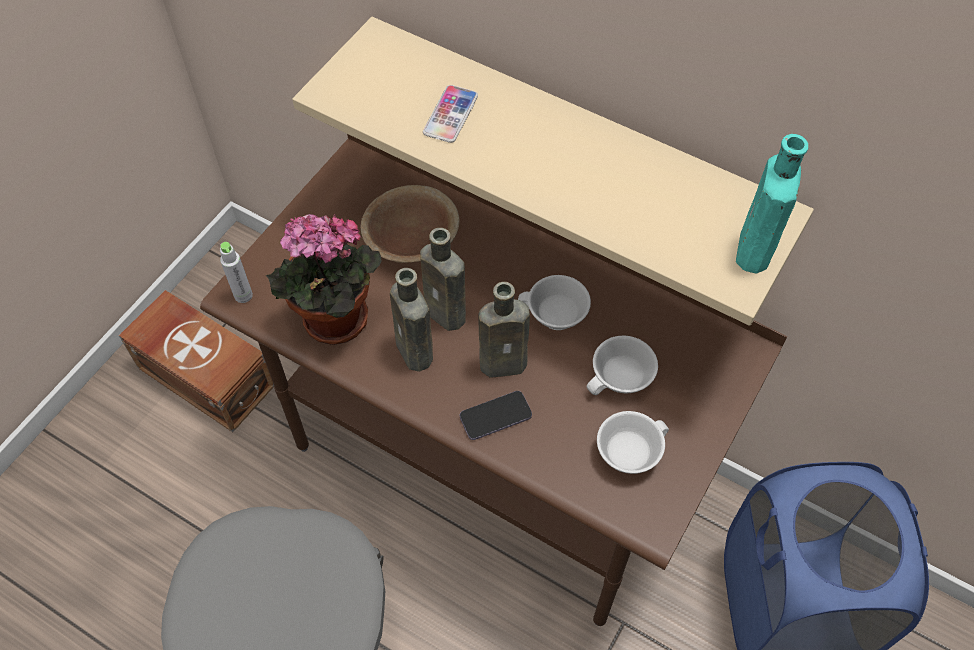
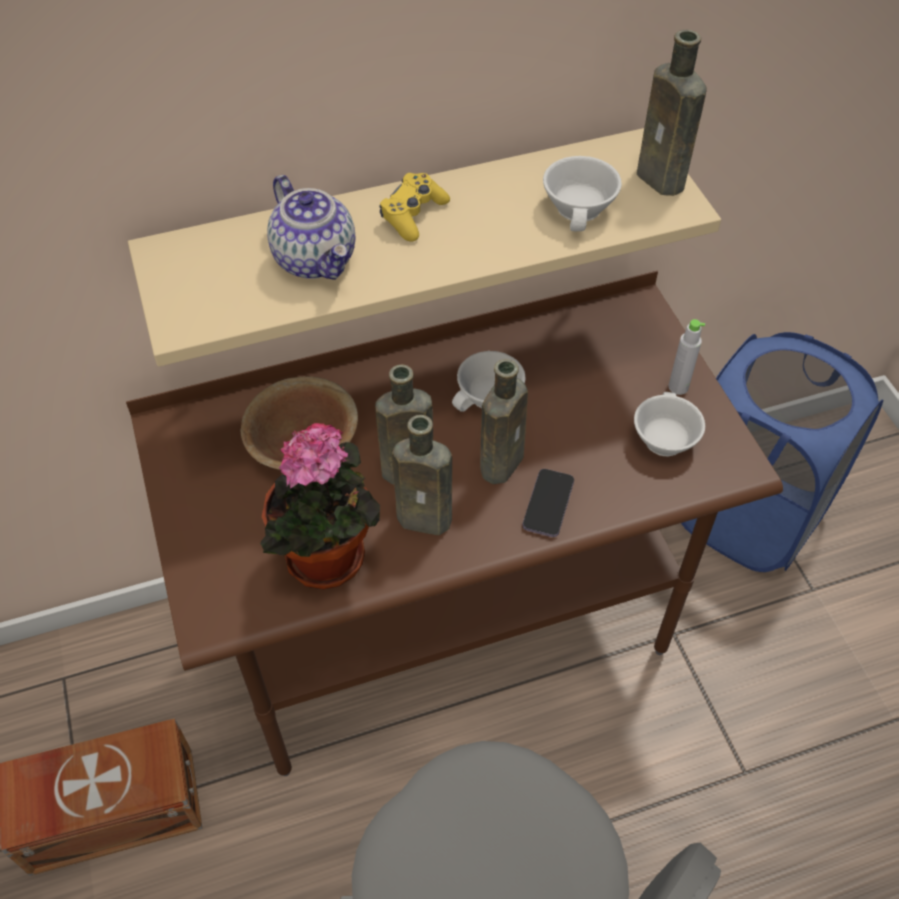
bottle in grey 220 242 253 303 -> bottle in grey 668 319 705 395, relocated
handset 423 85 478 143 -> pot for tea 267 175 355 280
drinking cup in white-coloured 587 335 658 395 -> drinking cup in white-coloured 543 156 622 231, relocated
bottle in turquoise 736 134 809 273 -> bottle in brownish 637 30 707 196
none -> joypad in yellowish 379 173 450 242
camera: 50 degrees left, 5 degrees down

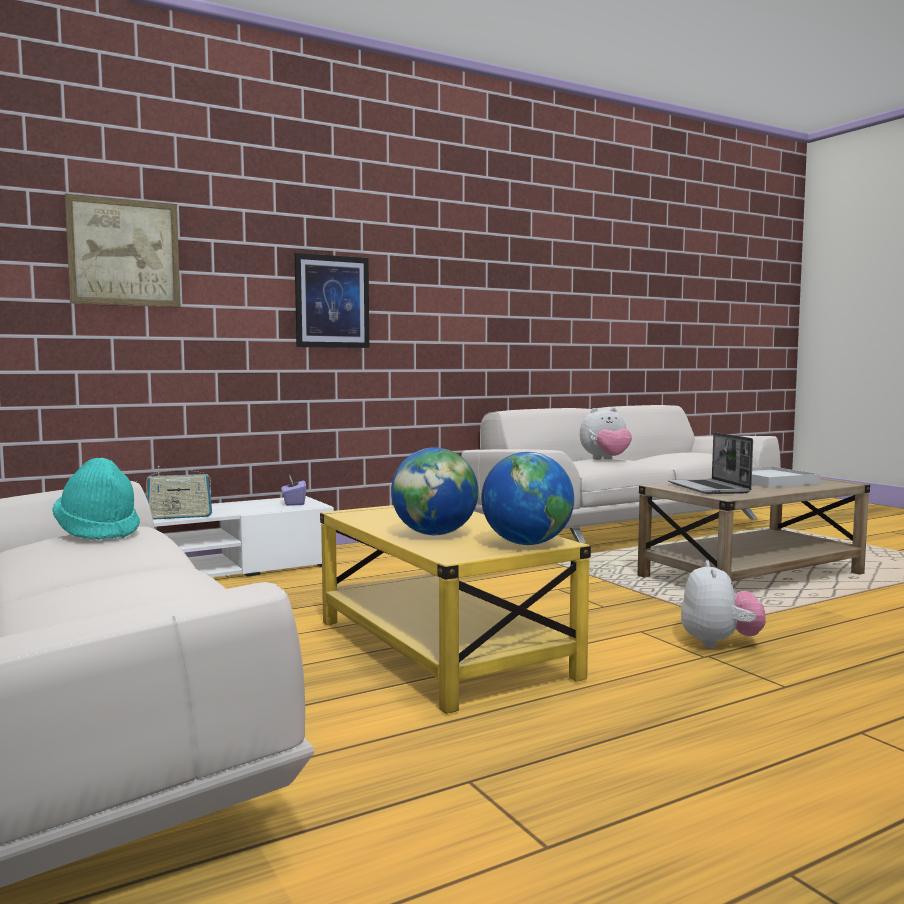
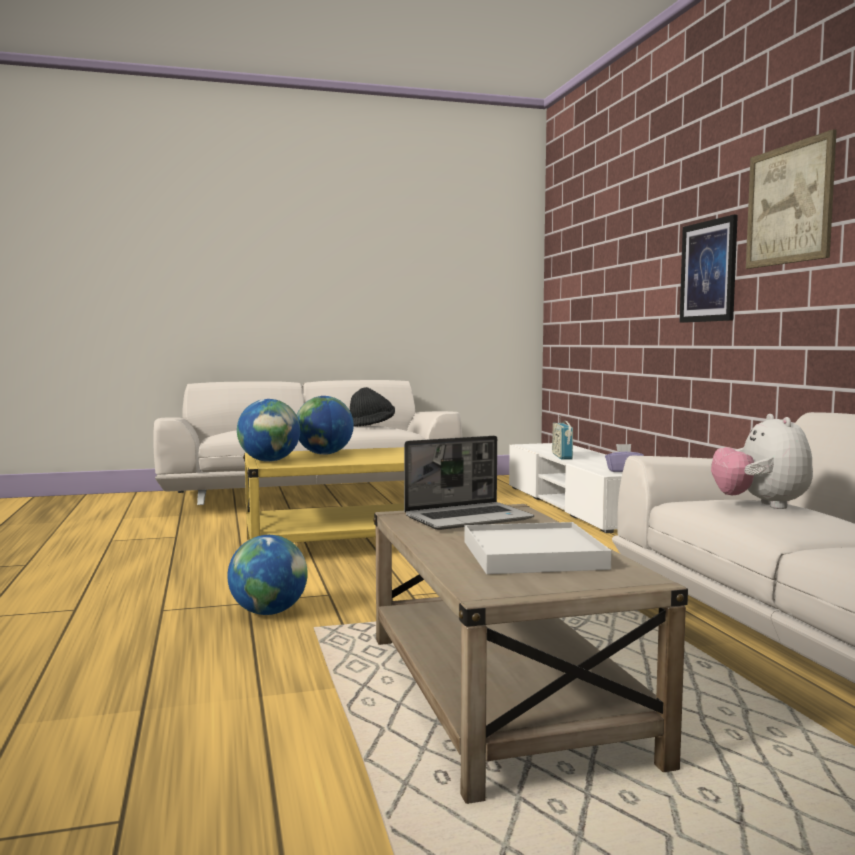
hat in turquoise 52 458 140 540 -> hat in black 350 387 395 427
wall picture 65 194 180 307 -> wall picture 746 129 837 269, relocated
portable computer 668 432 753 494 -> portable computer 404 436 534 530, 150 degrees clockwise
plush toy 681 560 766 648 -> globe 227 535 308 615
camera: 105 degrees right, 0 degrees up

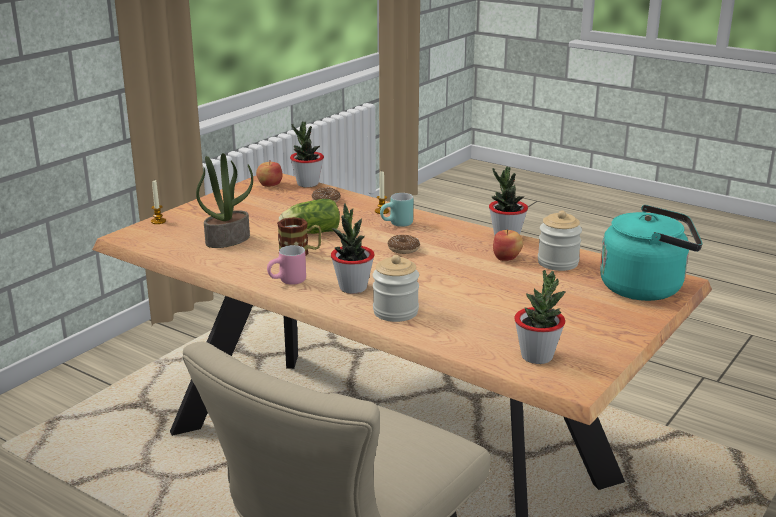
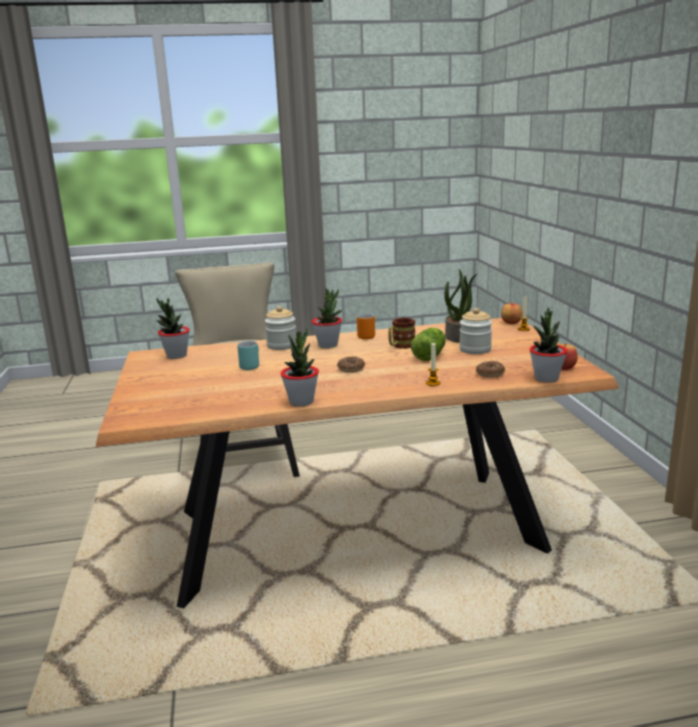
tea mug in pink-coloured 267 245 306 285 -> tea mug in orange 357 313 375 339
tea mug in turquoise 380 193 413 227 -> tea mug in turquoise 237 341 259 370, relocated
whole apple 493 229 523 261 -> whole apple 501 301 523 324, relocated
storage jar 538 210 582 271 -> storage jar 459 308 492 354, relocated
water kettle in turquoise 600 205 703 301 -> none
camera: 135 degrees right, 5 degrees down

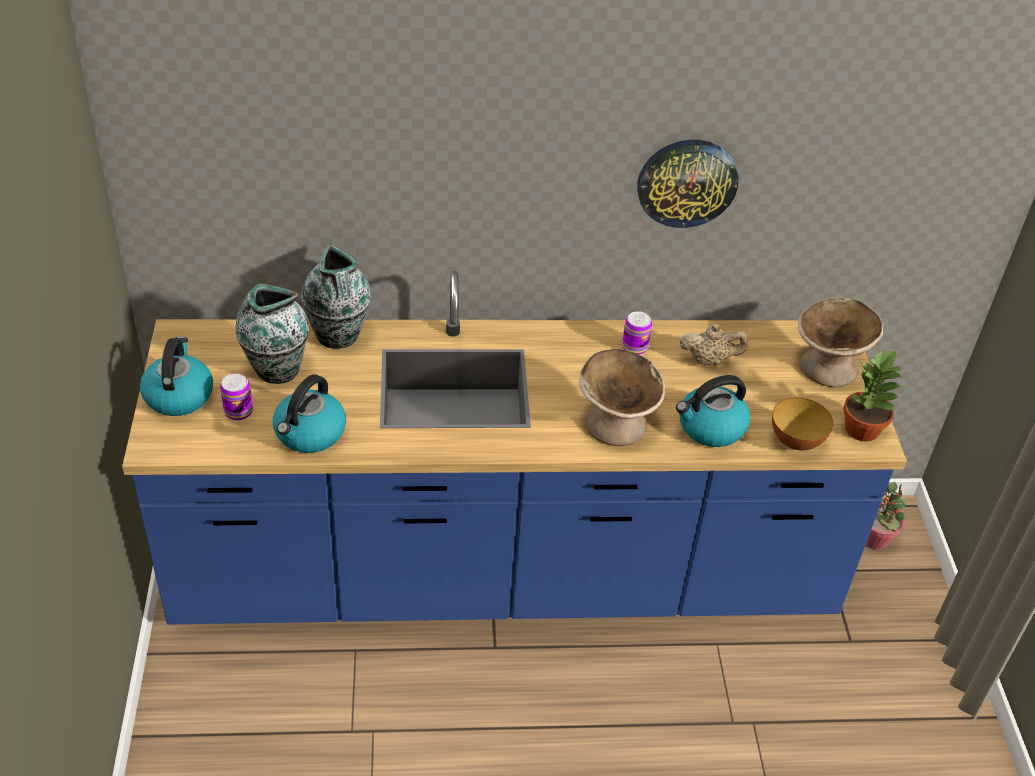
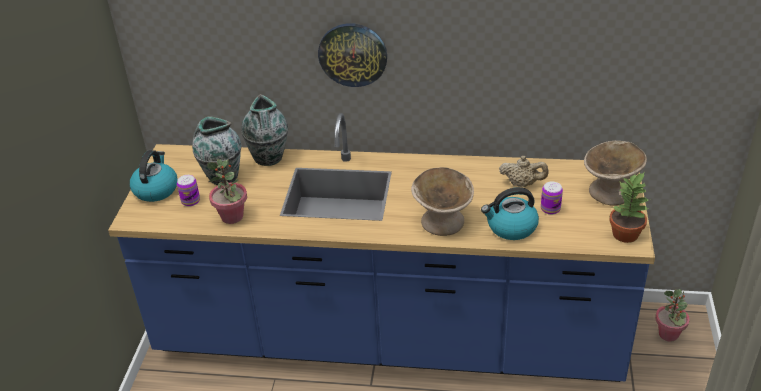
water kettle 273 375 346 453 -> potted plant 207 159 247 224
sealed can 622 311 652 355 -> sealed can 541 181 563 215, relocated
clock on the wall 637 140 739 228 -> clock on the wall 318 23 387 87, relocated
serving bowl 772 398 833 451 -> none
camera: 15 degrees right, 5 degrees down

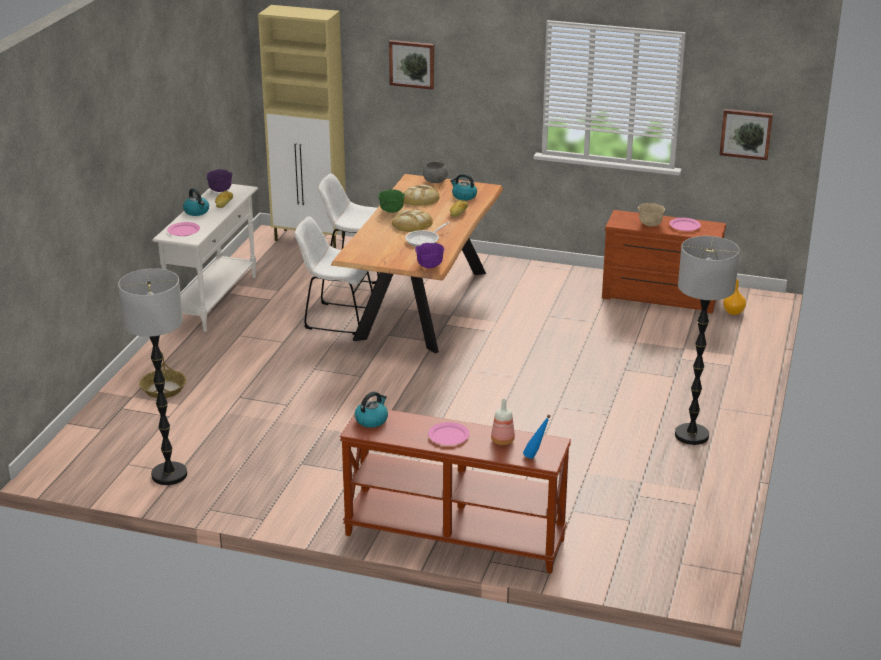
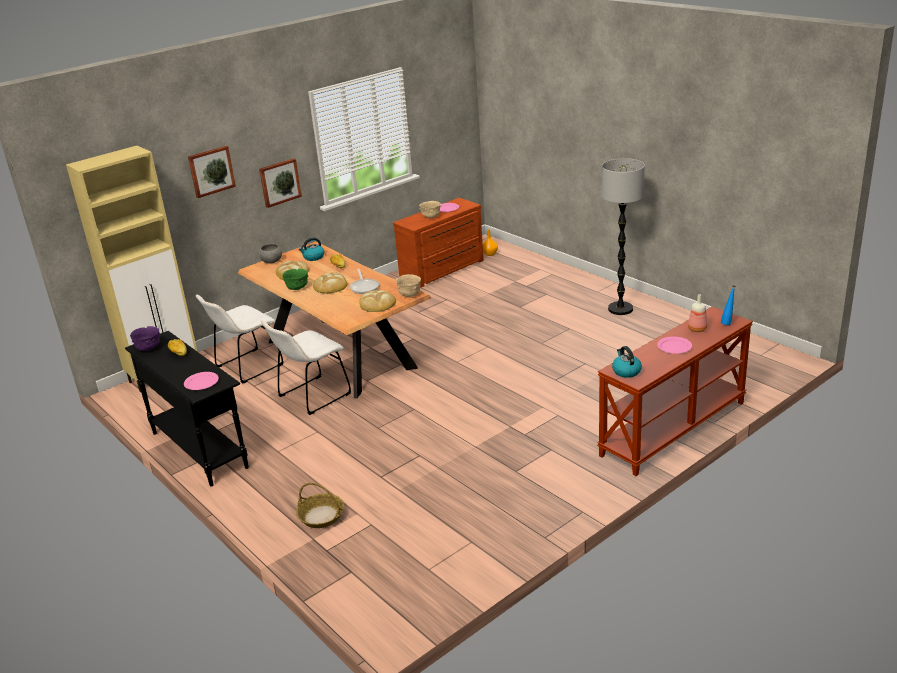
standing lamp 118 268 187 485 -> none
hall table in white-coloured 152 184 258 332 -> hall table in black 125 331 249 487
water kettle 183 188 209 216 -> none
serving bowl in purplish 415 243 444 268 -> serving bowl in beige-coloured 396 274 421 297
wall picture 719 109 773 160 -> wall picture 259 158 302 208, relocated
none -> baked bread 359 290 396 312
camera: 55 degrees left, 0 degrees up

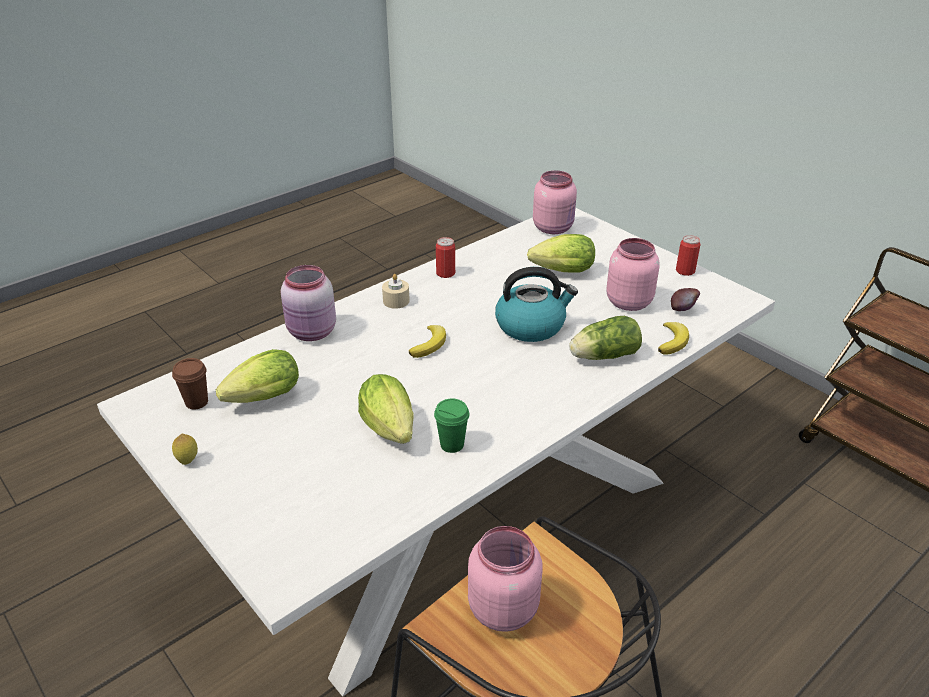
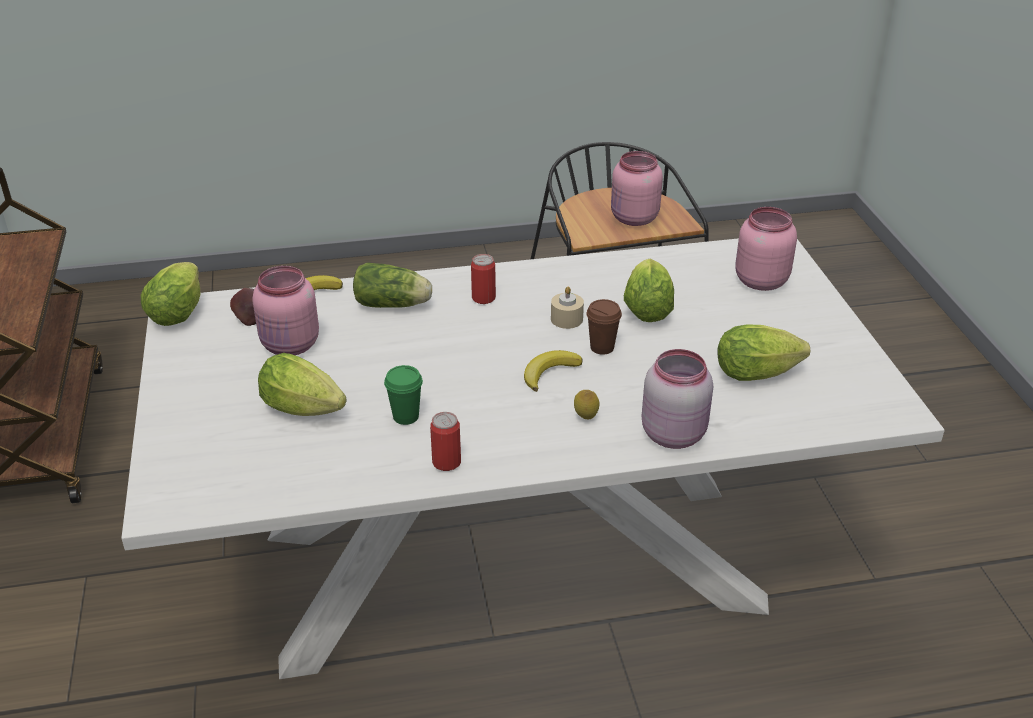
drinking cup in brownish 172 358 208 409 -> drinking cup in brownish 586 299 622 355, relocated
citrus fruit 172 434 198 465 -> citrus fruit 574 390 600 419, relocated
candle in beige-coloured 382 274 410 309 -> candle in beige-coloured 551 286 584 329, relocated
drinking cup in green-coloured 434 399 470 453 -> drinking cup in green-coloured 384 365 423 425, relocated
water kettle 495 267 578 342 -> none
storage jar in pink-coloured 533 170 577 234 -> storage jar in pink-coloured 735 207 797 291, relocated
sealed can 676 235 701 276 -> sealed can 471 254 496 304, relocated
none -> head of lettuce 141 262 200 326
camera: 150 degrees left, 0 degrees up

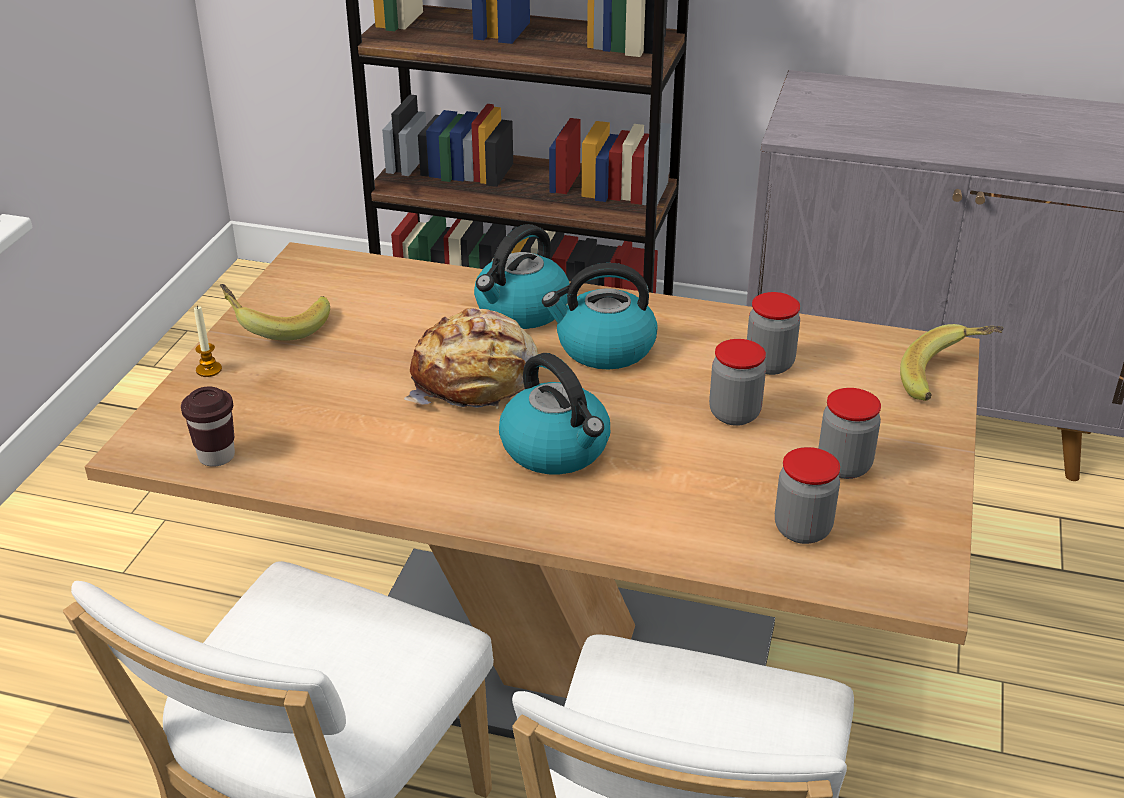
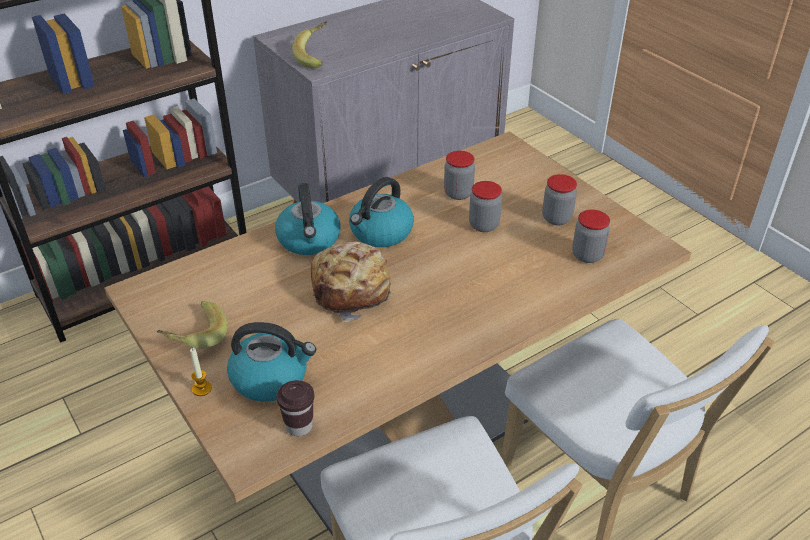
water kettle 499 353 610 474 -> water kettle 227 322 316 402, relocated
whole banana 900 324 1003 401 -> whole banana 292 22 328 68, relocated
camera: 50 degrees left, 5 degrees up

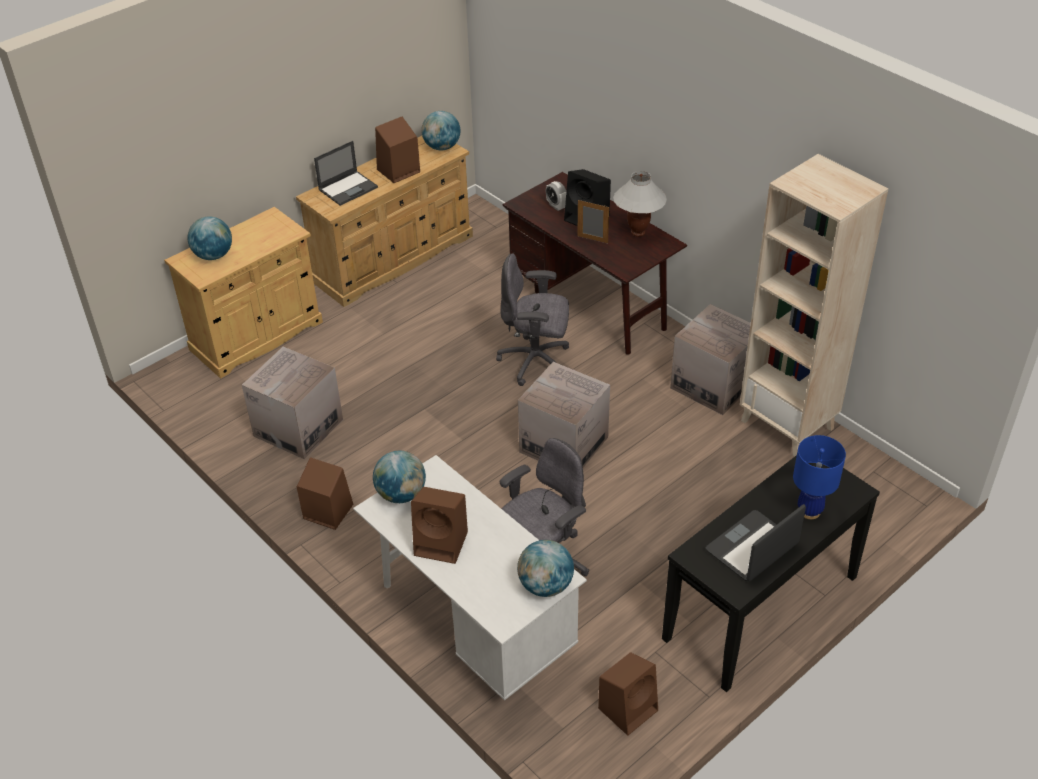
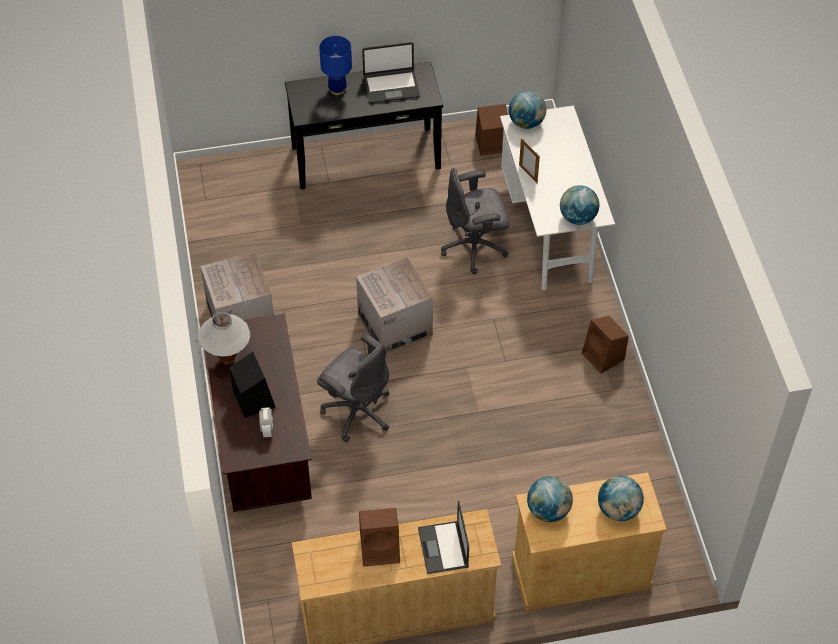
carton 242 347 343 459 -> none
portable computer 314 141 378 206 -> portable computer 418 500 469 574, 90 degrees counterclockwise
speaker in brownish 411 487 468 564 -> none
globe 421 111 460 150 -> globe 527 477 573 522, relocated
standing frame 577 200 609 243 -> standing frame 519 138 540 183, relocated
shelving unit in beige-coloured 740 154 888 457 -> none
camera: 150 degrees left, 10 degrees up

